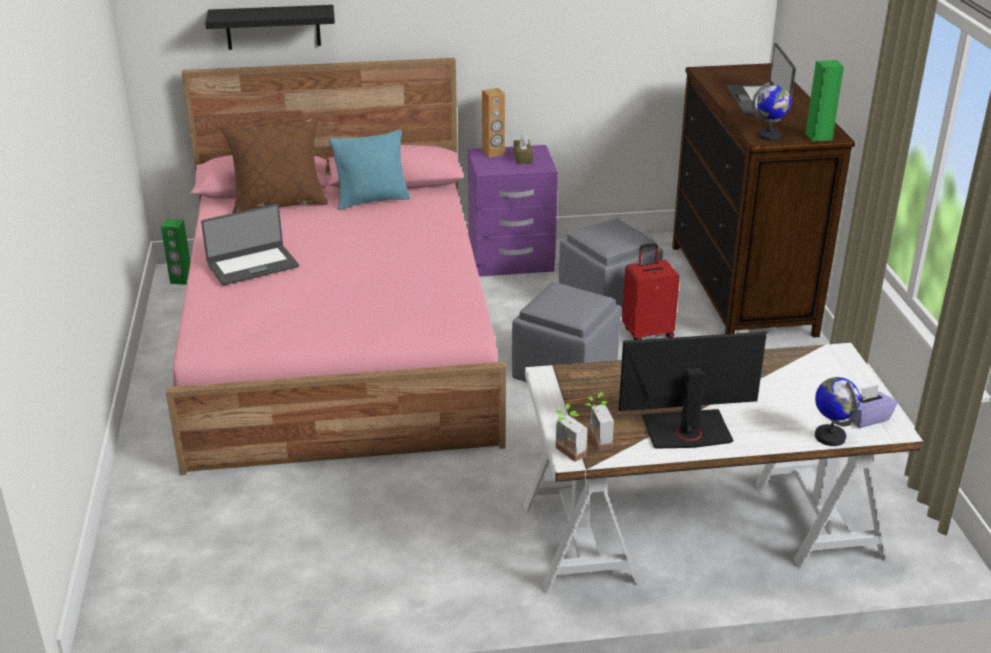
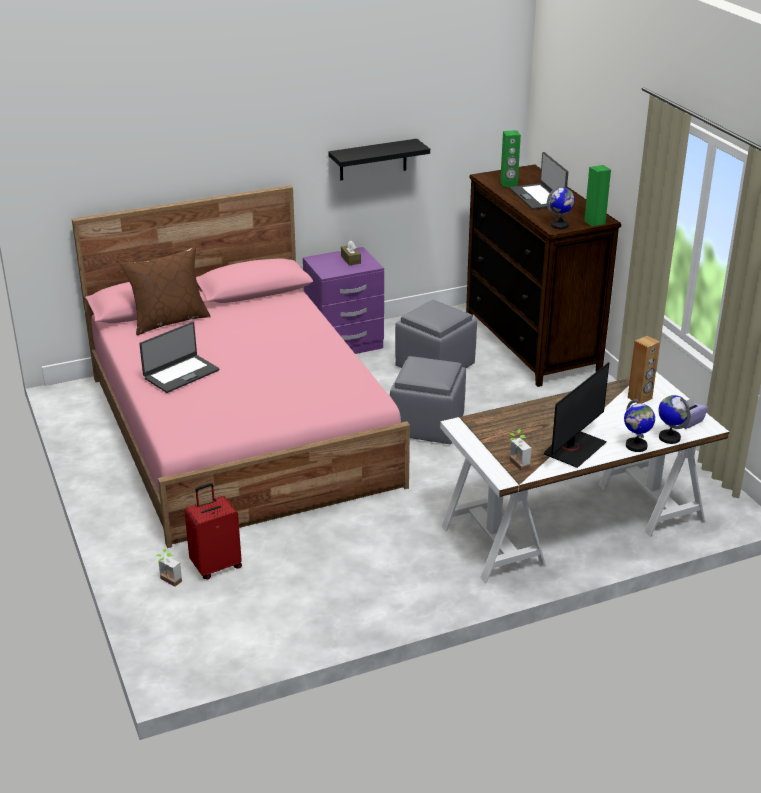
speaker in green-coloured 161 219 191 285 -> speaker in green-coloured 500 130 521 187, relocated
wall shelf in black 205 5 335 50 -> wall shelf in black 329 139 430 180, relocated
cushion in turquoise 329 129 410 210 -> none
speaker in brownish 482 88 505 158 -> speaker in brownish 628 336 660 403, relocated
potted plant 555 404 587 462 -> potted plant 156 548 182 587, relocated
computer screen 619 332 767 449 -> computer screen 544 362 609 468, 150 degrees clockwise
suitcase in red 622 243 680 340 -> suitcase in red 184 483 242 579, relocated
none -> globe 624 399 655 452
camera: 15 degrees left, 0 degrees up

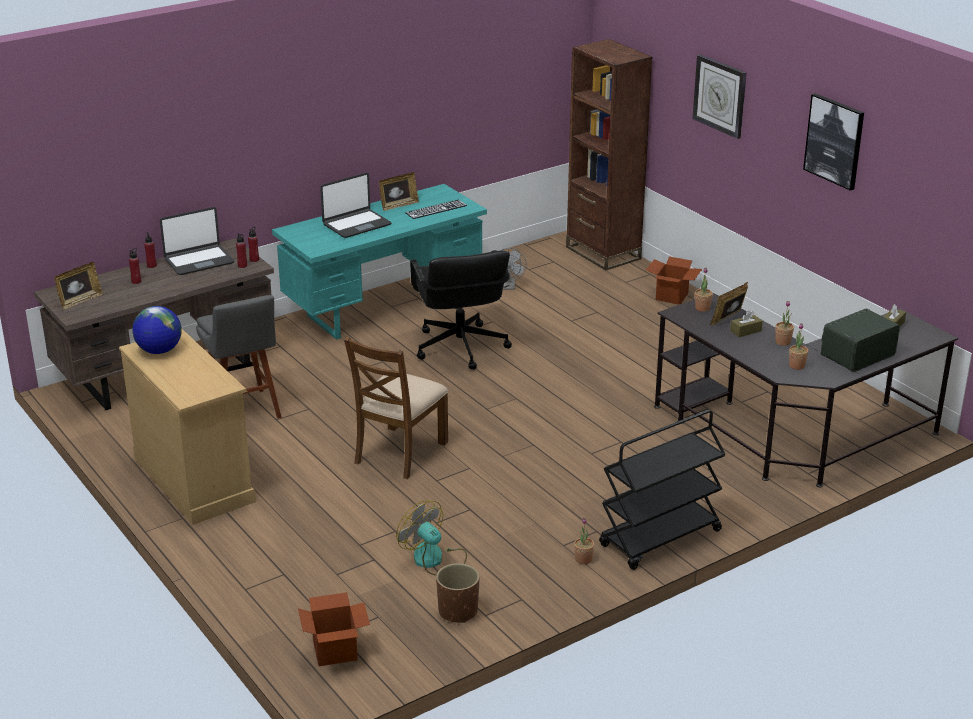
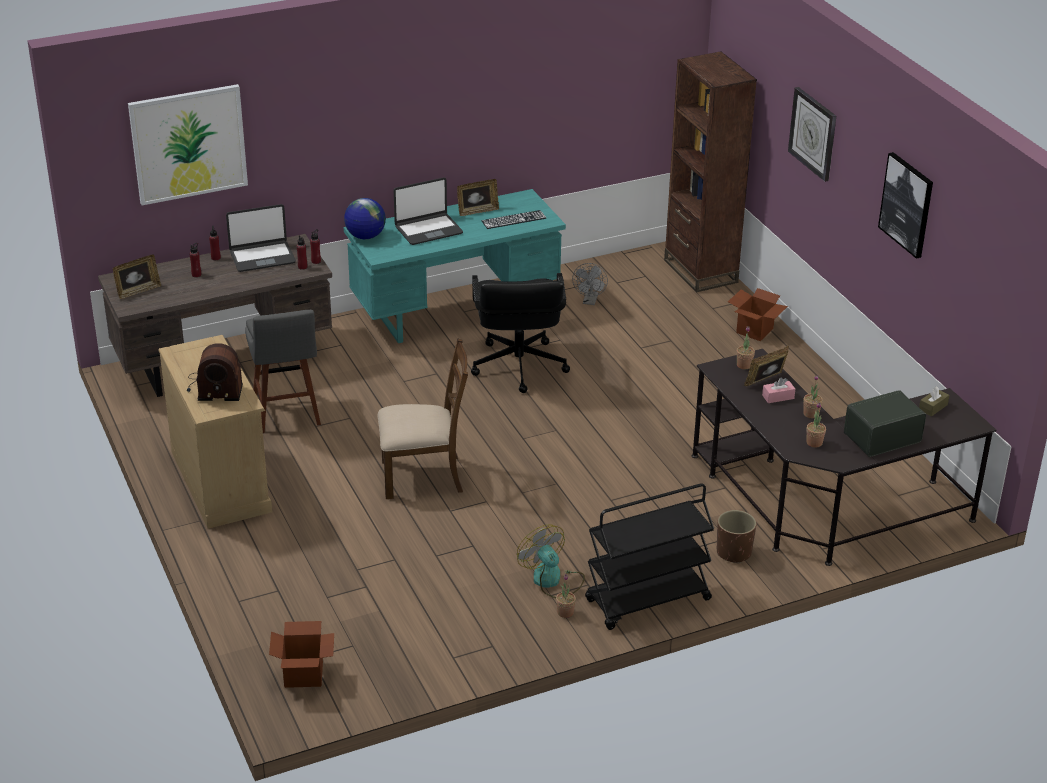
globe 132 306 182 354 -> globe 344 198 386 239, relocated
chair in brownish 344 337 448 479 -> chair in brownish 378 338 468 499, 135 degrees counterclockwise
fan 396 500 467 576 -> fan 517 524 585 598, relocated
flower pot in brownish 436 563 480 623 -> flower pot in brownish 717 510 756 563, relocated
tissue box in brownish 730 311 763 337 -> tissue box in pink-coloured 762 378 795 403
none -> wall picture 128 84 248 205
none -> radio receiver 187 343 243 401
camera: 10 degrees right, 5 degrees up

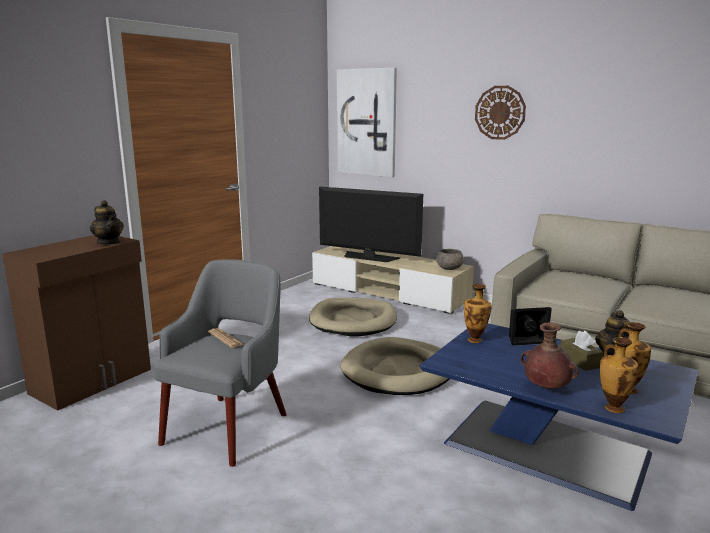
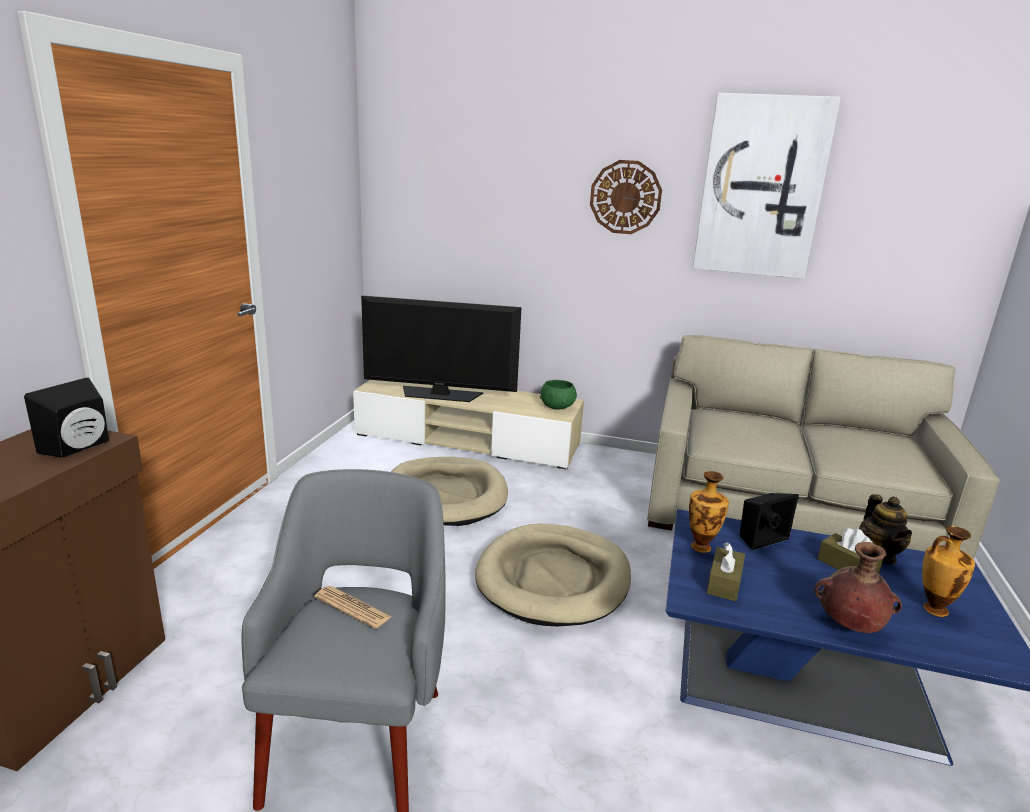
pot for tea 90 200 124 244 -> speaker in black 24 377 109 458
wall picture 337 68 397 177 -> wall picture 693 93 841 279, relocated
serving bowl in grey 436 249 465 270 -> serving bowl in green-coloured 540 380 577 410
flower vase 600 337 638 413 -> none
none -> tissue box in brownish 707 543 745 601
camera: 20 degrees left, 5 degrees up

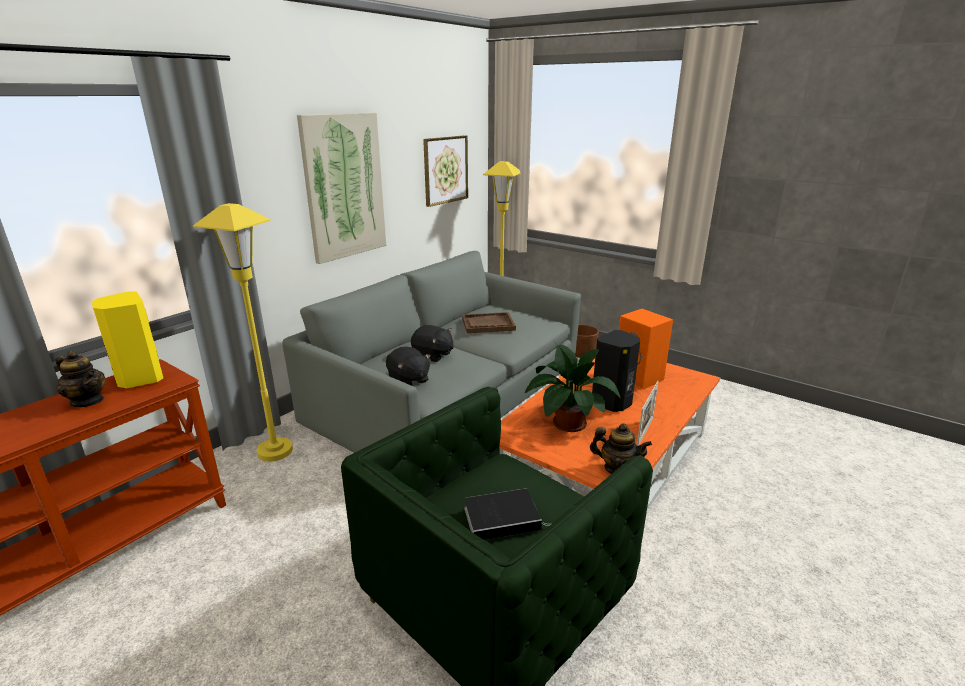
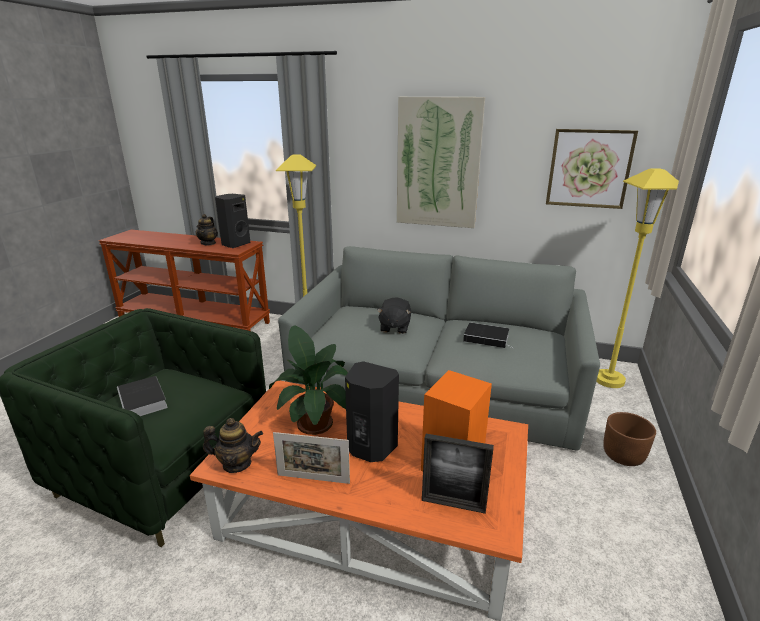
speaker in yellowish 91 292 163 388 -> speaker in black 215 194 251 248
plush toy in black 386 347 431 386 -> none
carrying tray in brownish 462 312 516 334 -> book 463 323 512 348
pot for tea 590 423 652 474 -> pot for tea 203 418 263 473, 90 degrees counterclockwise
none -> standing frame 422 434 494 514
camera: 70 degrees right, 0 degrees up

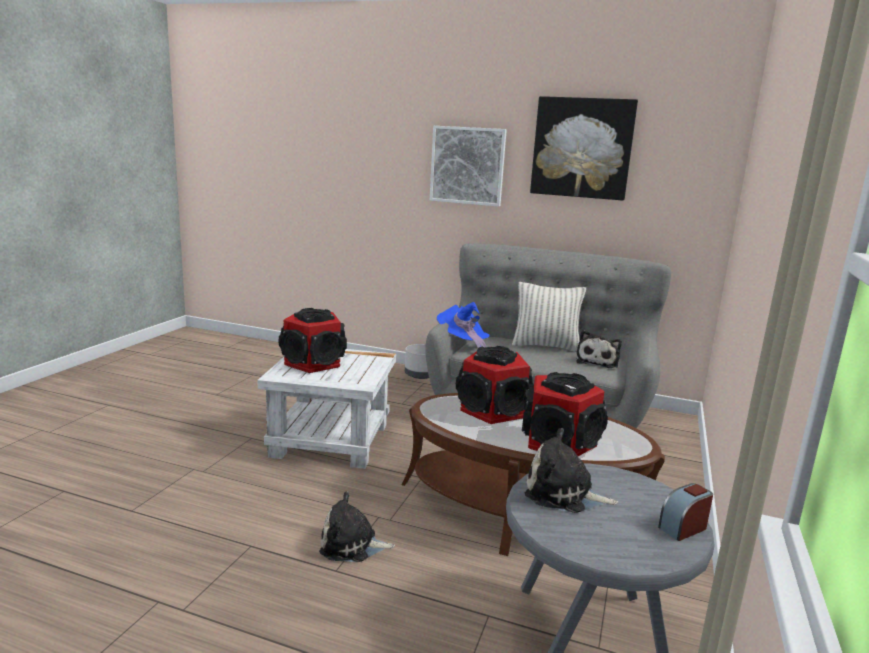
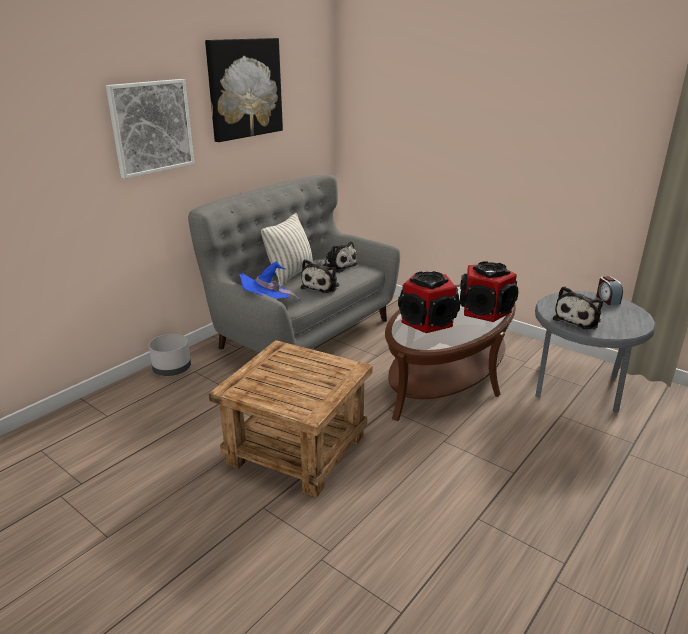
side table in white-coloured 257 349 396 469 -> side table in brownish 209 340 373 498
speaker 278 308 347 373 -> none
plush toy 319 491 395 562 -> plush toy 301 259 340 293, relocated
camera: 70 degrees left, 10 degrees up

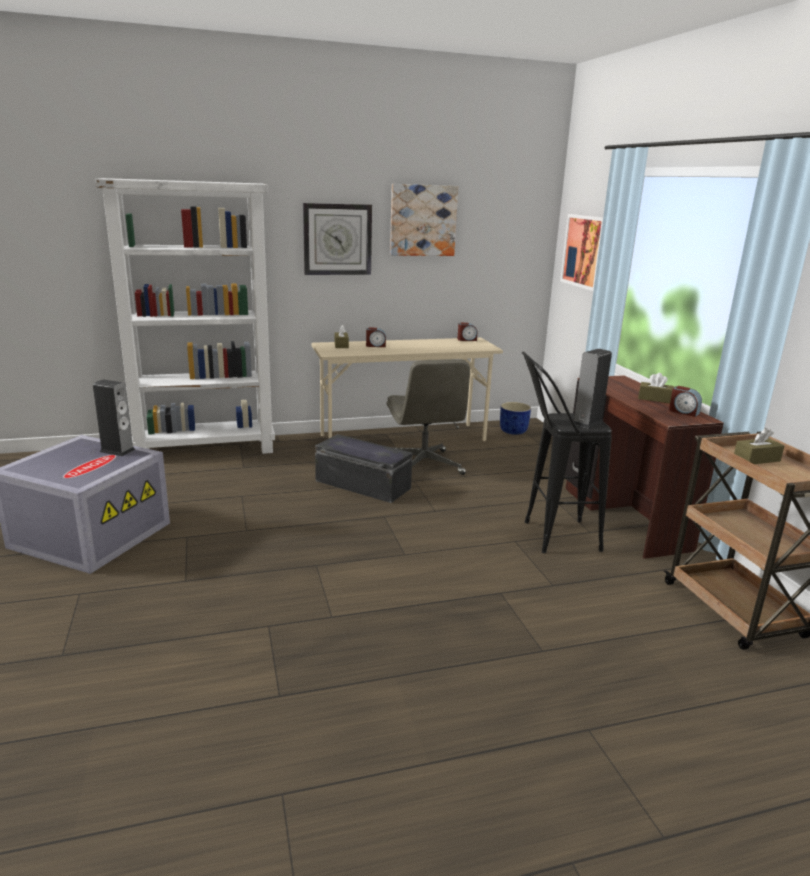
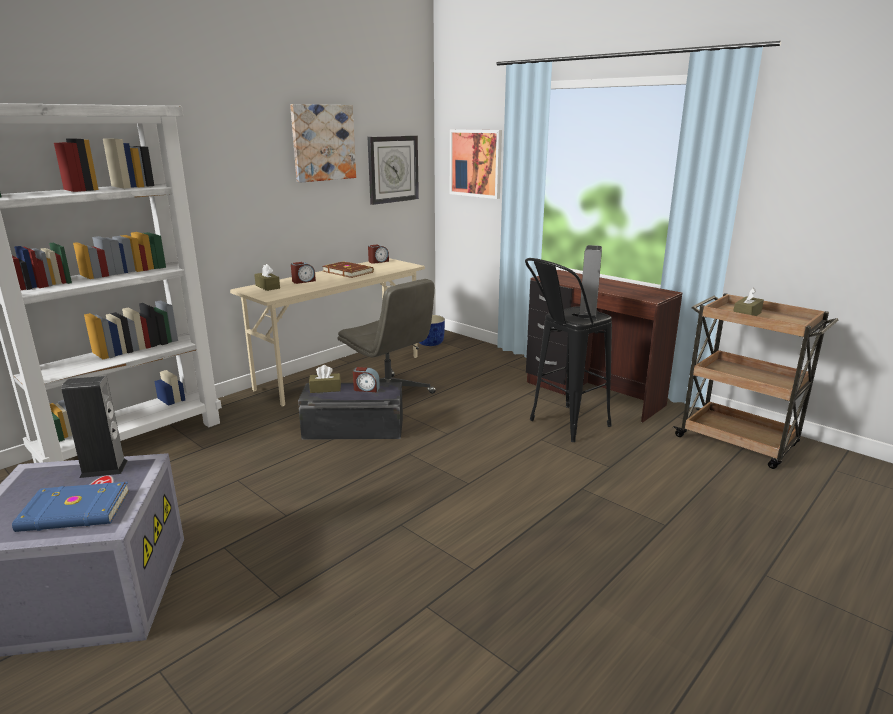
clock on the wall 303 203 372 275 -> clock on the wall 368 136 419 205, relocated
tissue box in brownish 638 373 674 403 -> tissue box in brownish 309 365 341 393, relocated
table clock 669 386 702 417 -> table clock 353 367 380 392, relocated
none -> book in blue 12 482 130 532
none -> book in brownish 322 261 374 278
camera: 30 degrees left, 0 degrees up

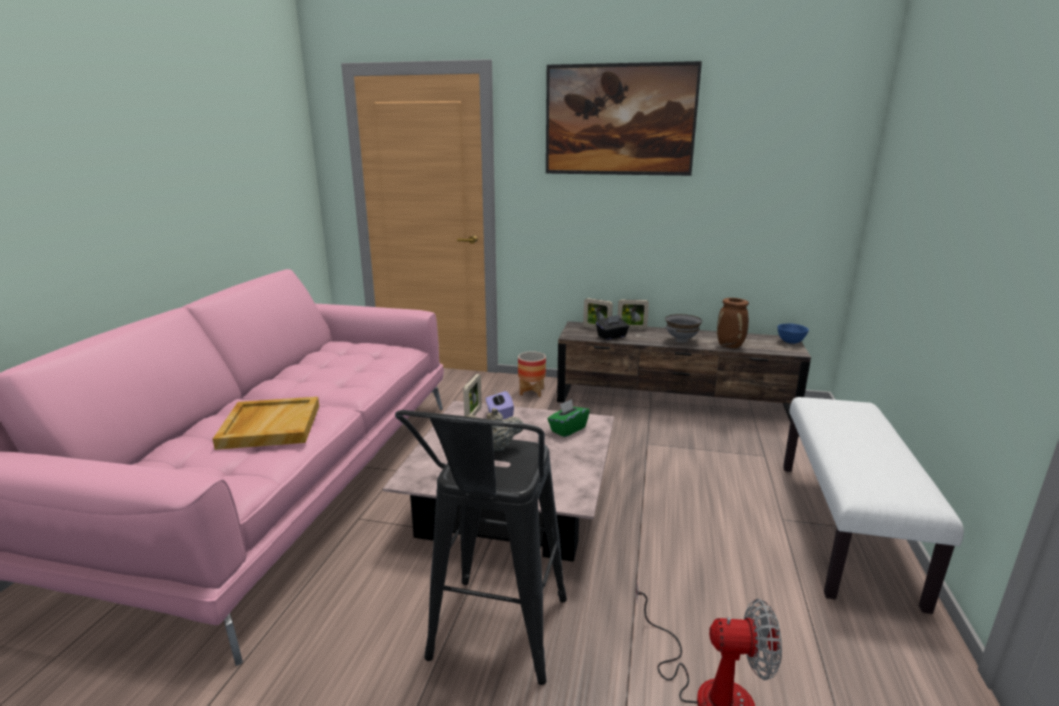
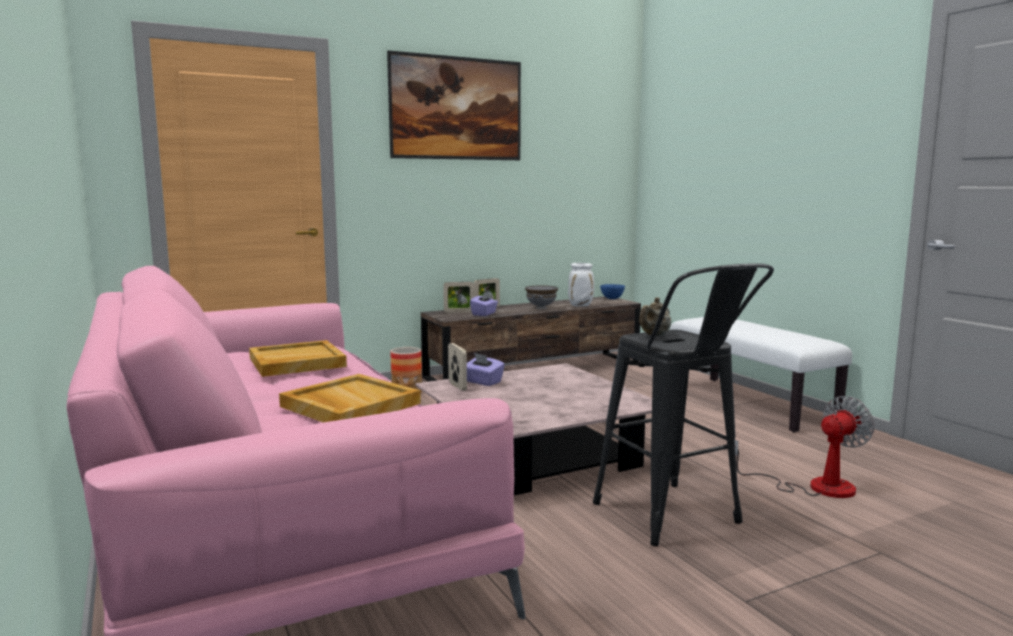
tissue box in green-coloured 547 399 590 437 -> none
tissue box in black 596 315 629 340 -> tissue box in purplish 470 291 498 316
flower vase in brownish 717 298 749 348 -> flower vase in white-coloured 568 263 594 306
none -> carrying tray in beige-coloured 249 340 347 377
camera: 40 degrees left, 10 degrees down

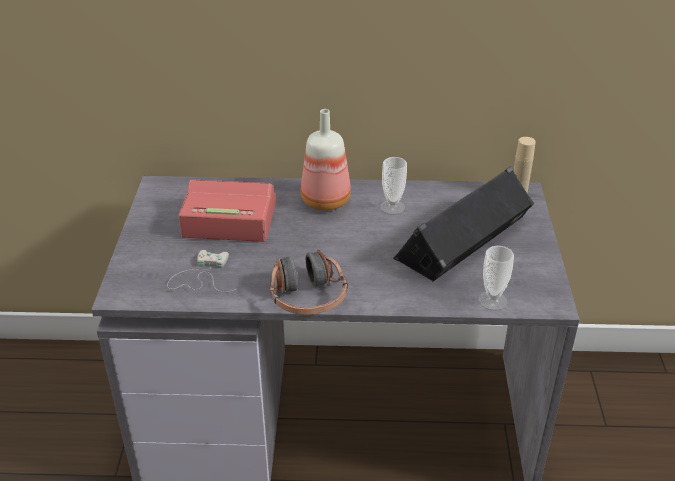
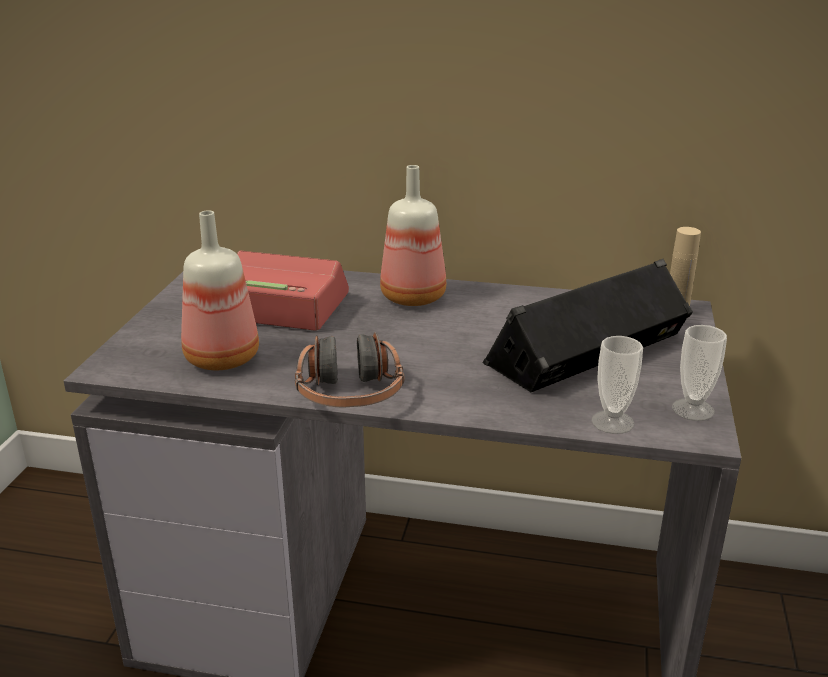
joypad in white-coloured 167 250 236 292 -> bottle 181 210 259 370
drinking cup 380 157 407 214 -> drinking cup 672 325 727 421, relocated
camera: 10 degrees right, 10 degrees down

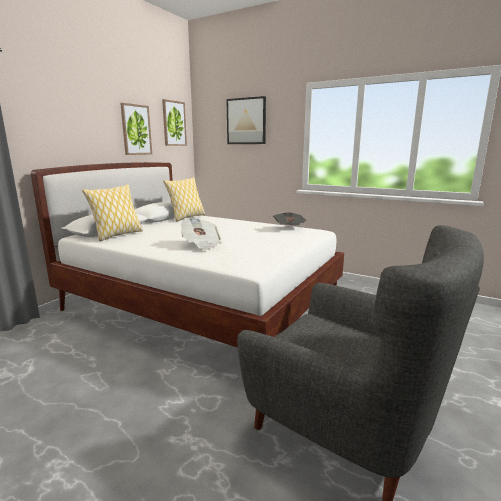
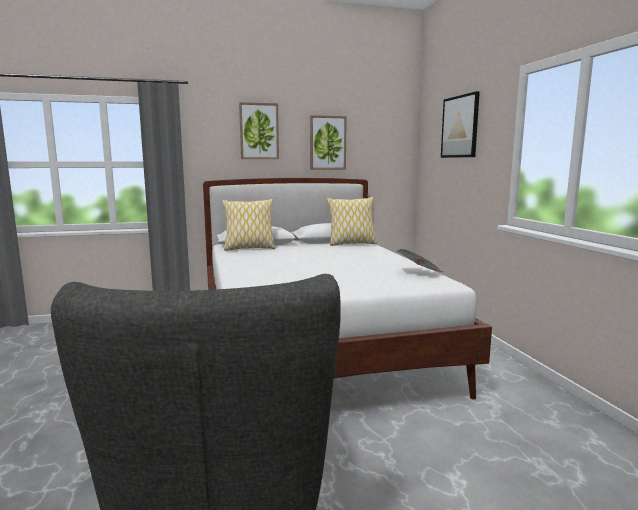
wall picture 162 99 187 146 -> wall picture 239 102 279 159, relocated
newspaper 181 218 222 250 -> none
camera: 45 degrees right, 5 degrees down

